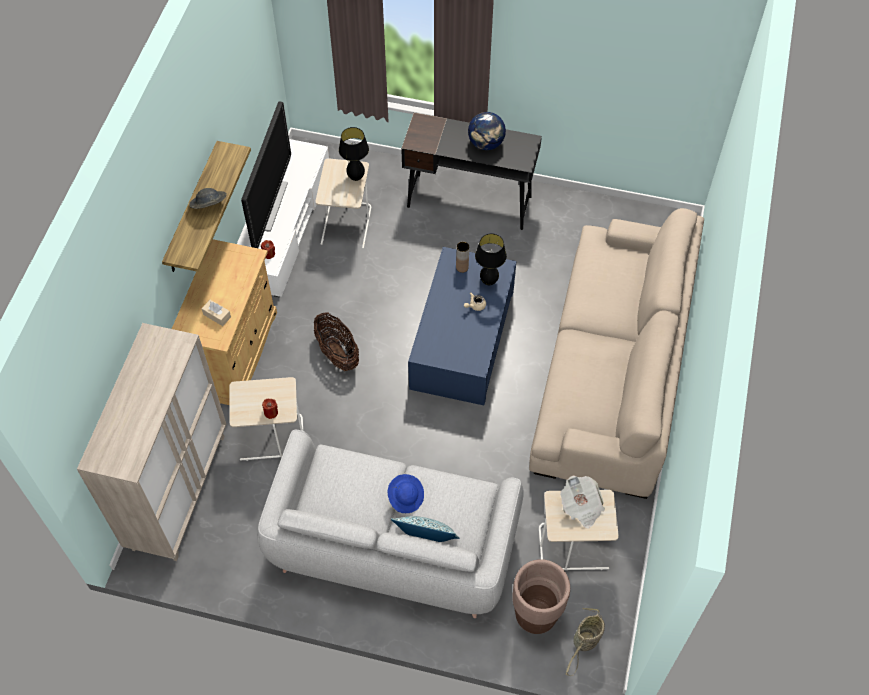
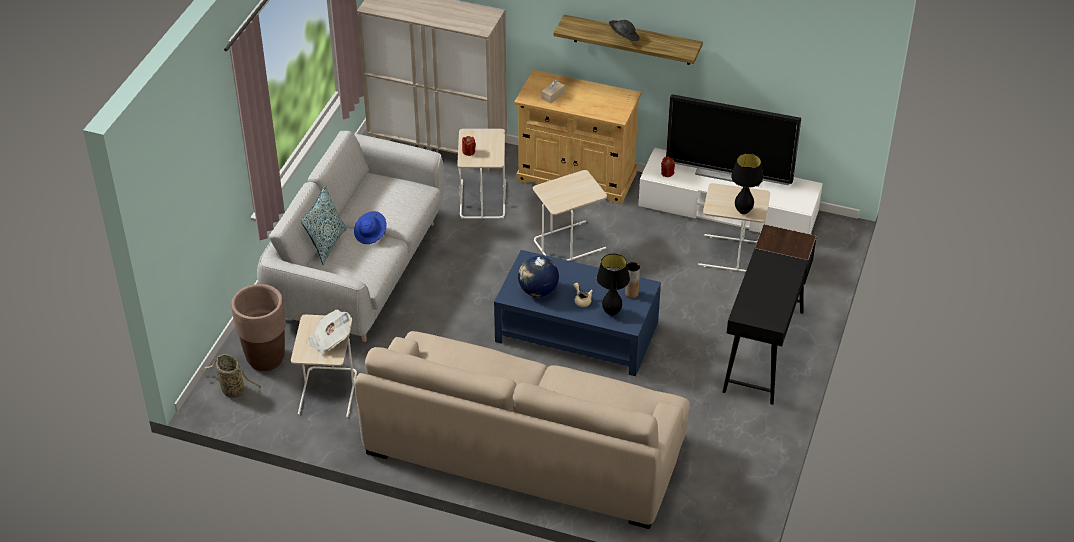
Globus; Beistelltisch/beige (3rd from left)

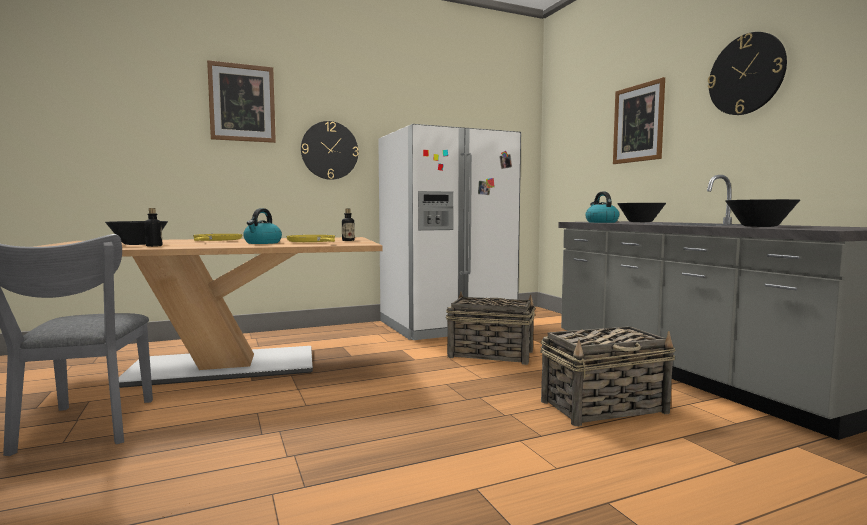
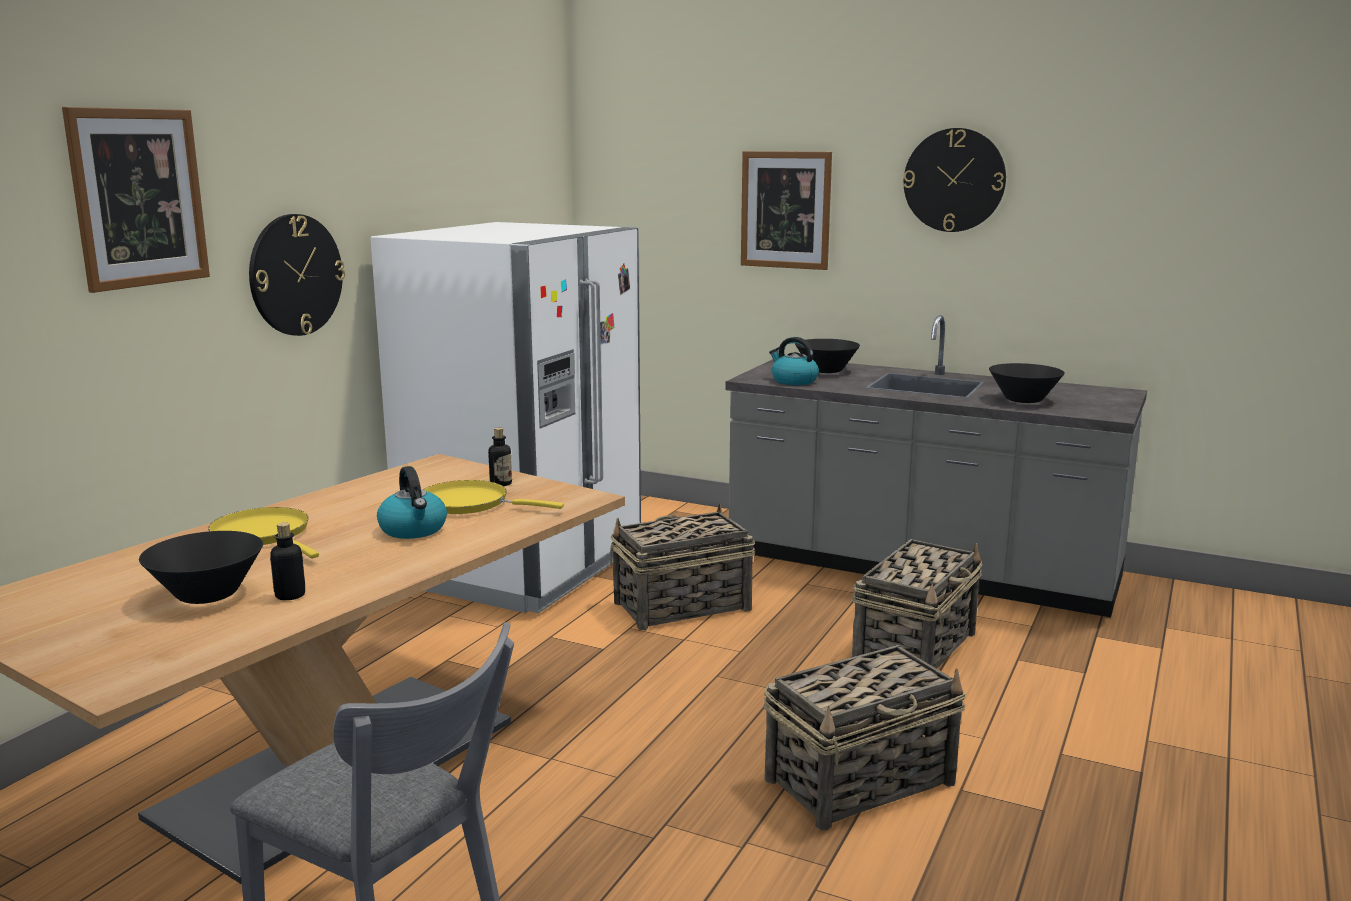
Korb (2nd from left)

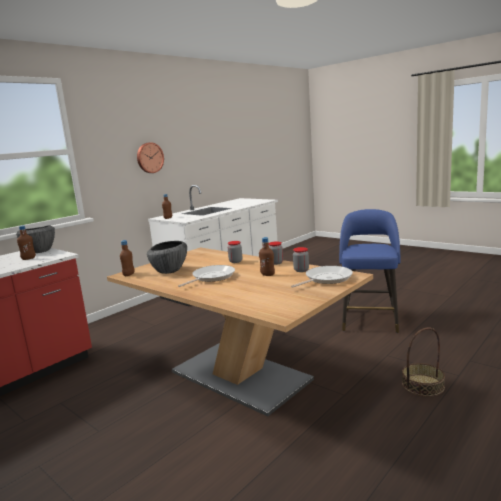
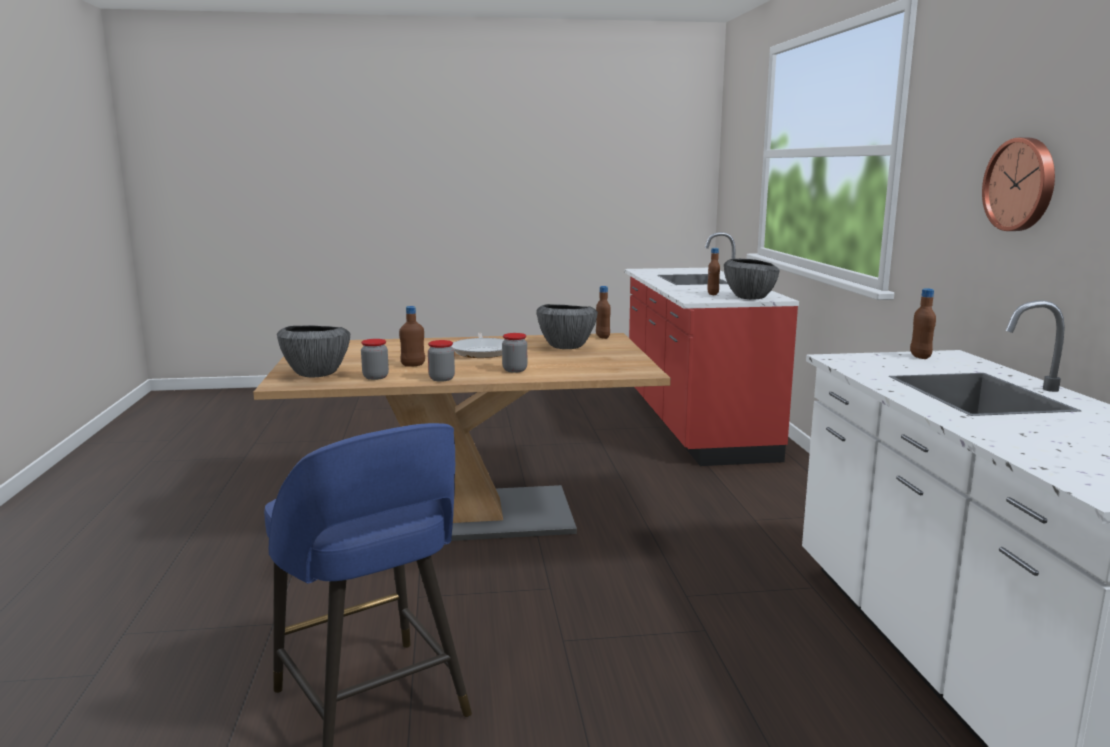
Schüssel (1st from left); Korb

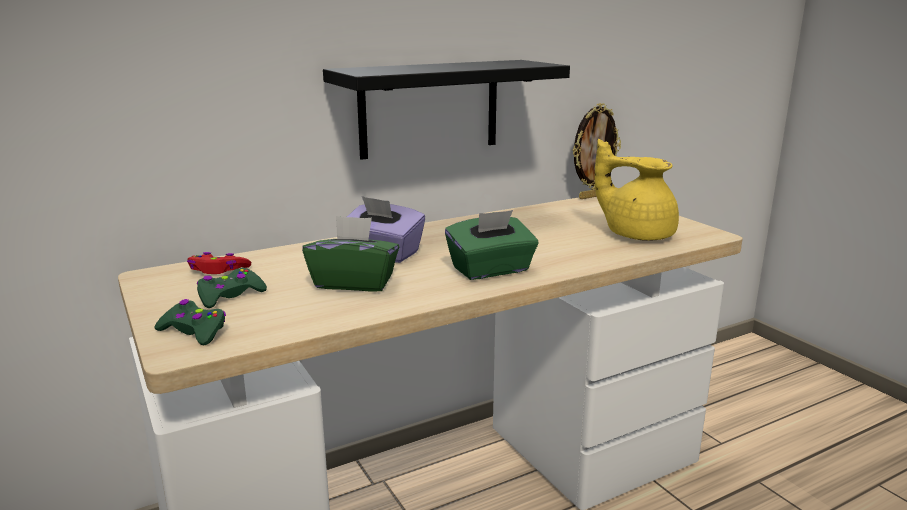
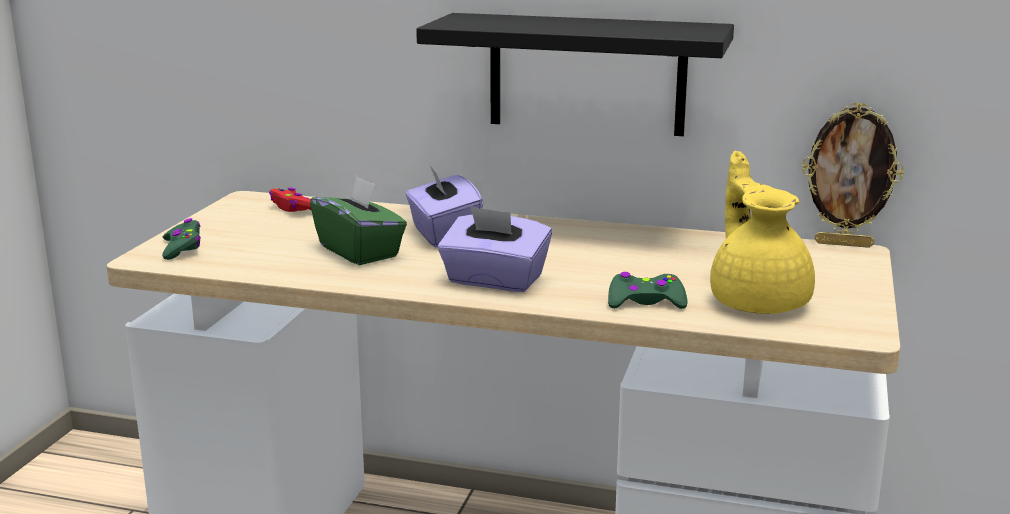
Taschentuchbox/lila (2nd from left); Gamepad/grün (2nd from left)

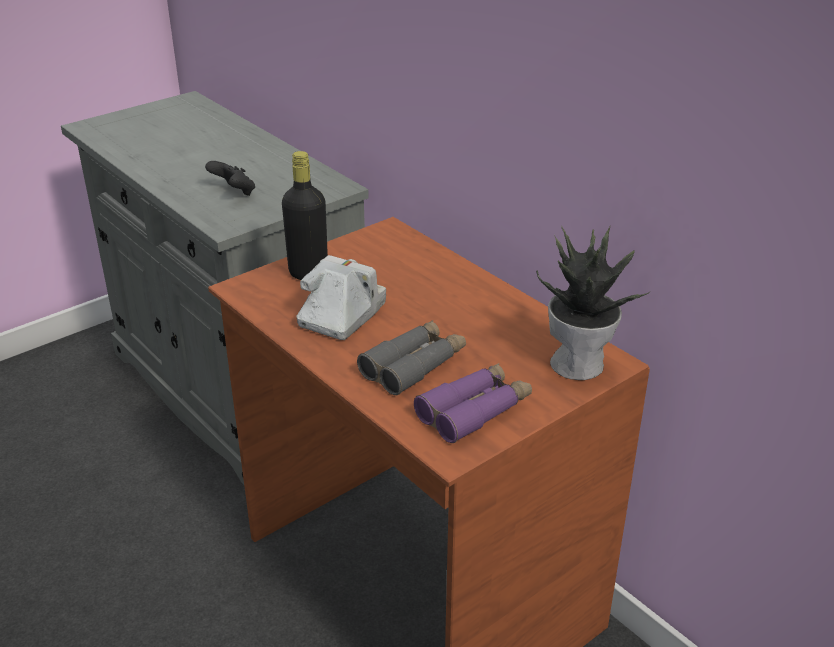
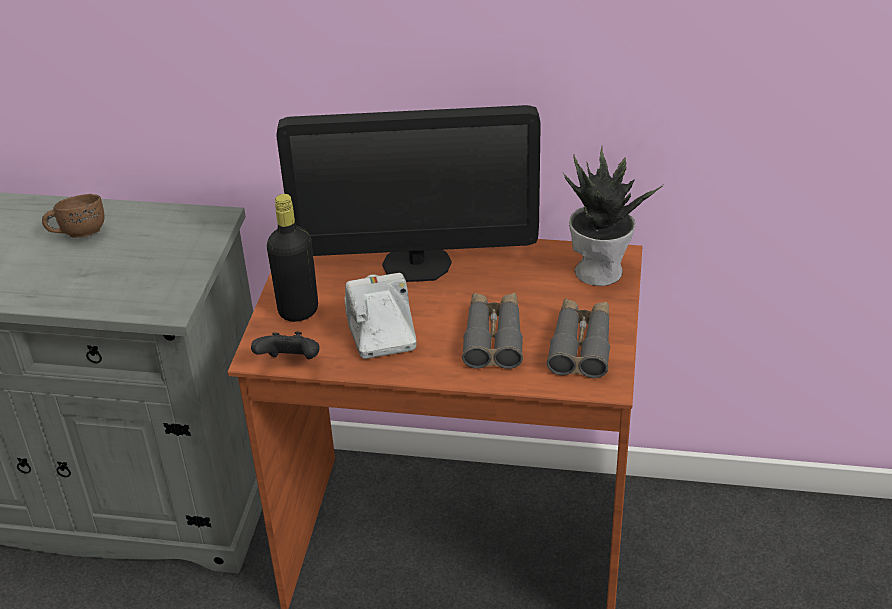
Gamepad/schwarz; Fernglas/grau (2nd from left); Monitor; Henkelbecher/braun

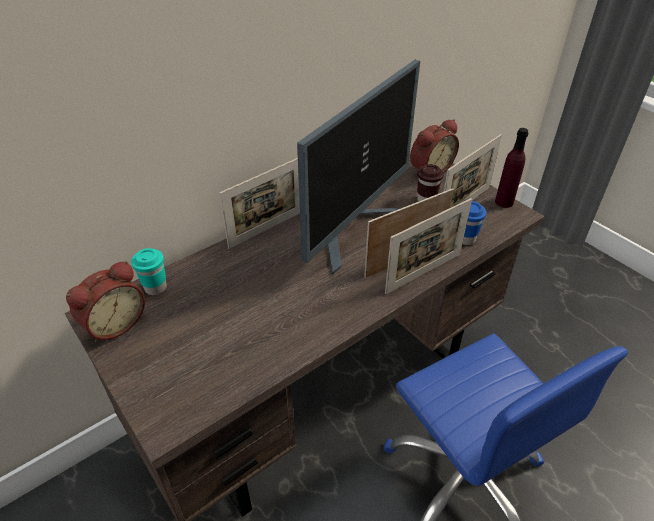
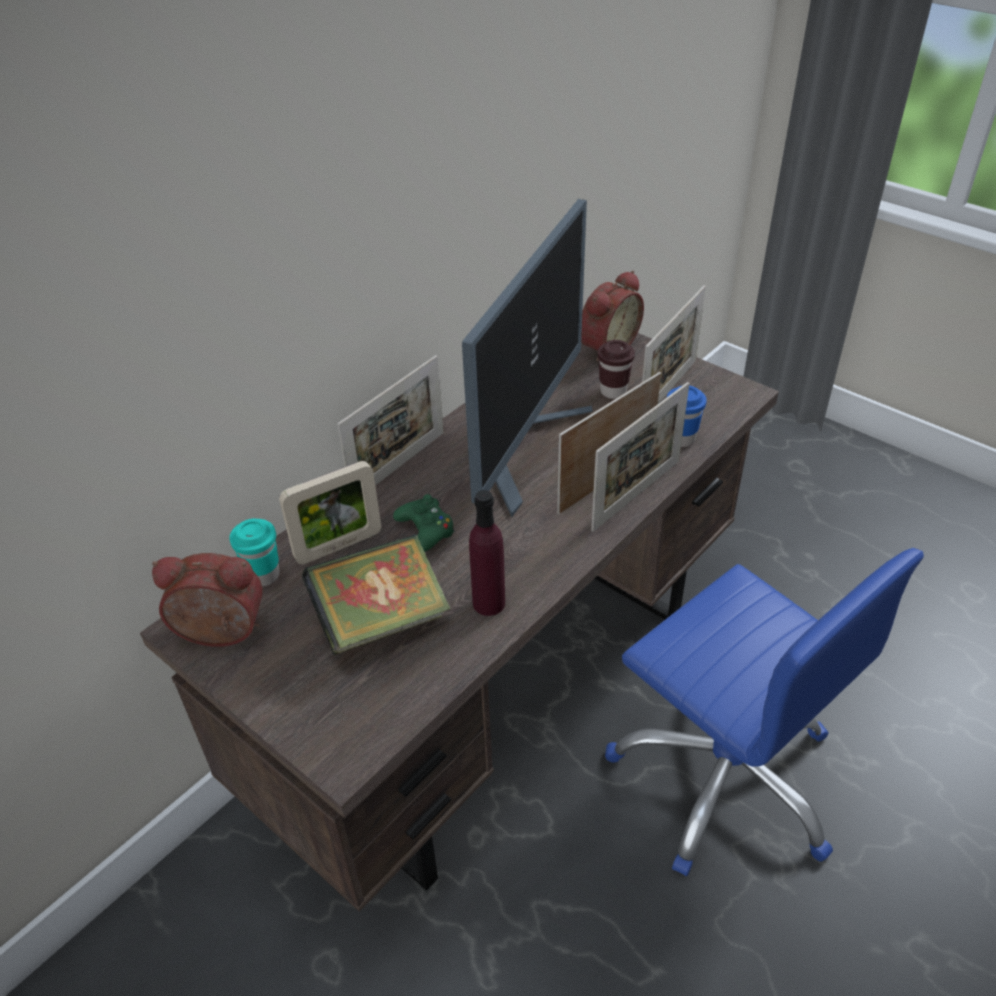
Flasche/lila; Wecker (1st from left); Bilderrahmen (1st from left); Gamepad/grün; Buch

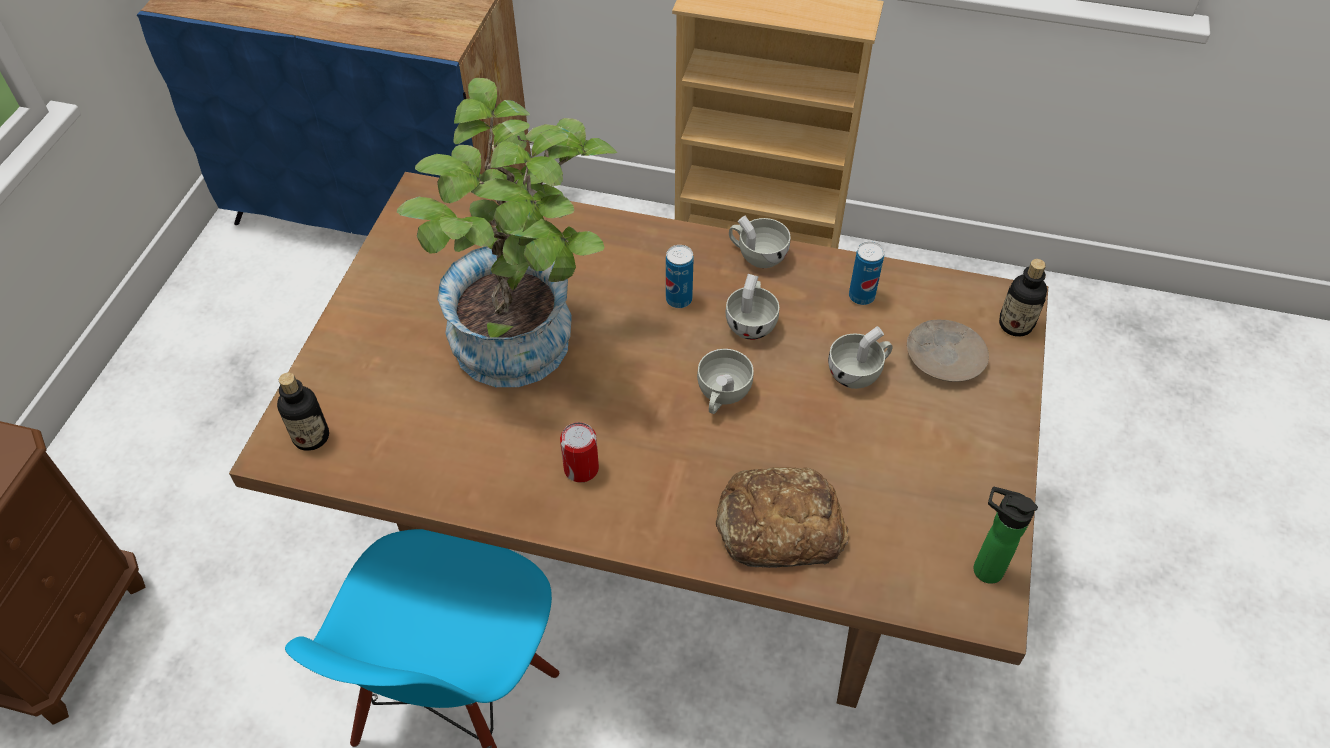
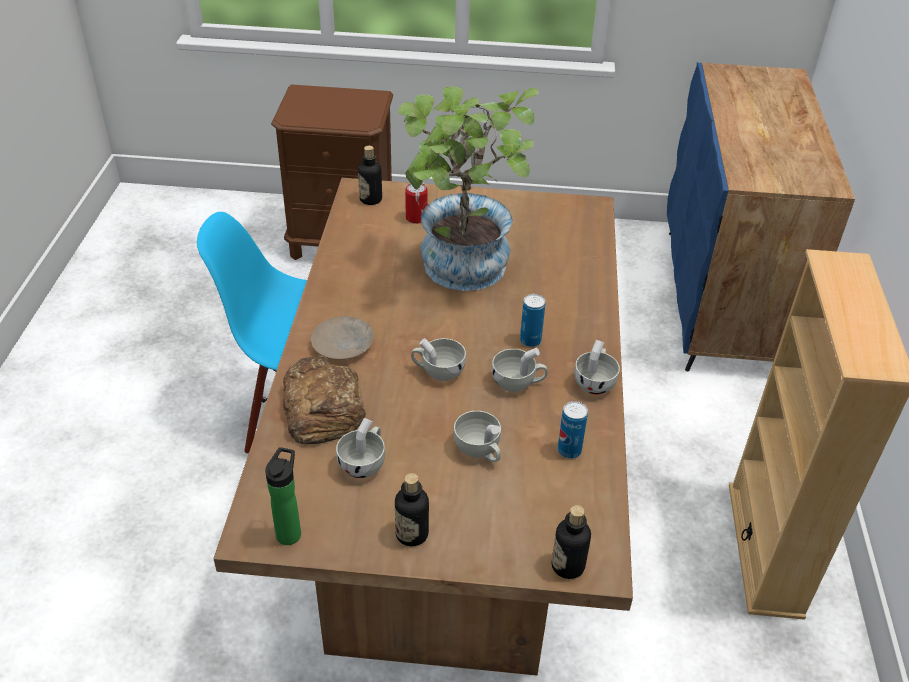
Teller/beige; Dose (1st from left); Tasse/weiß (1st from left); Flasche (3rd from left)

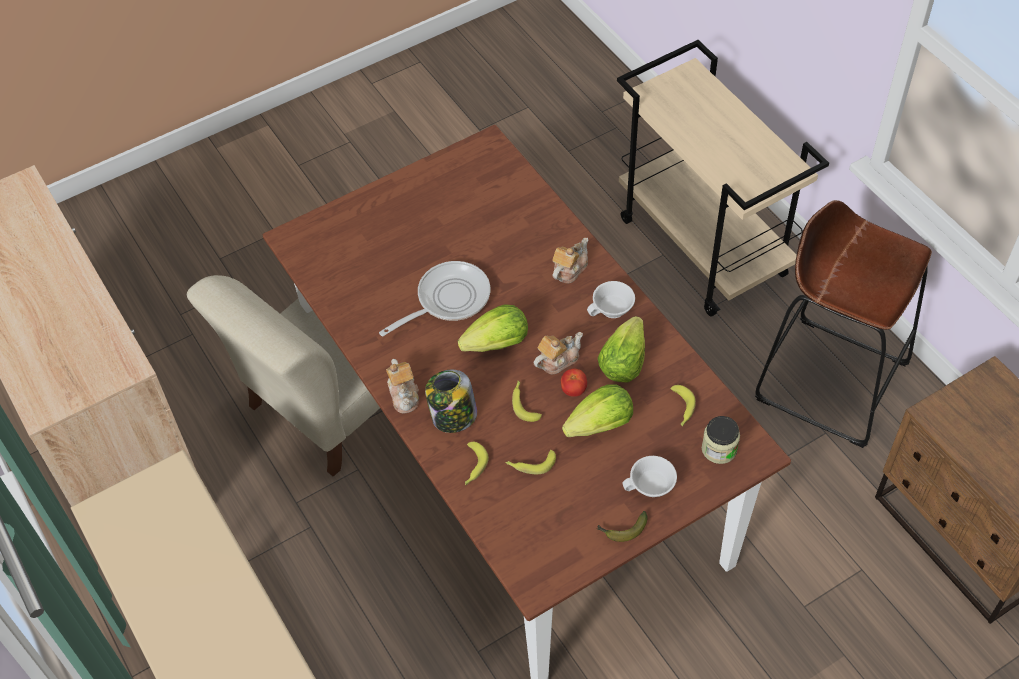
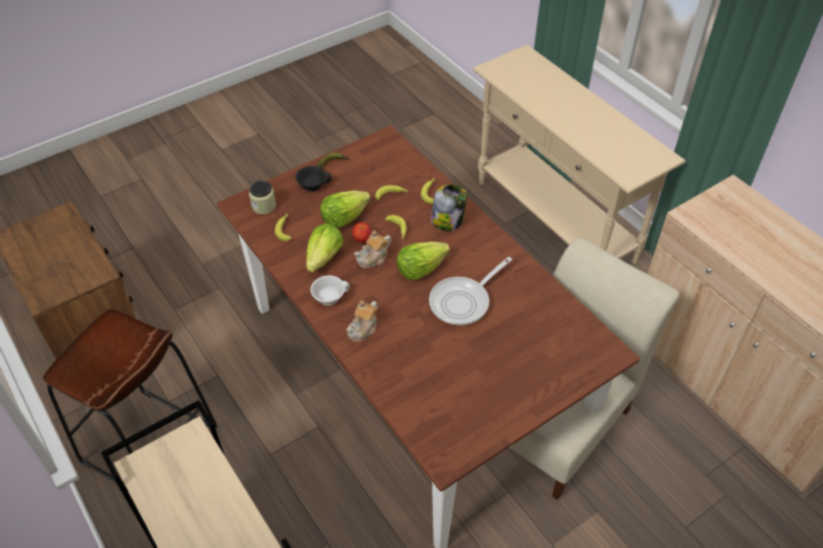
Teekanne (1st from left in the first image); Tasse/schwarz

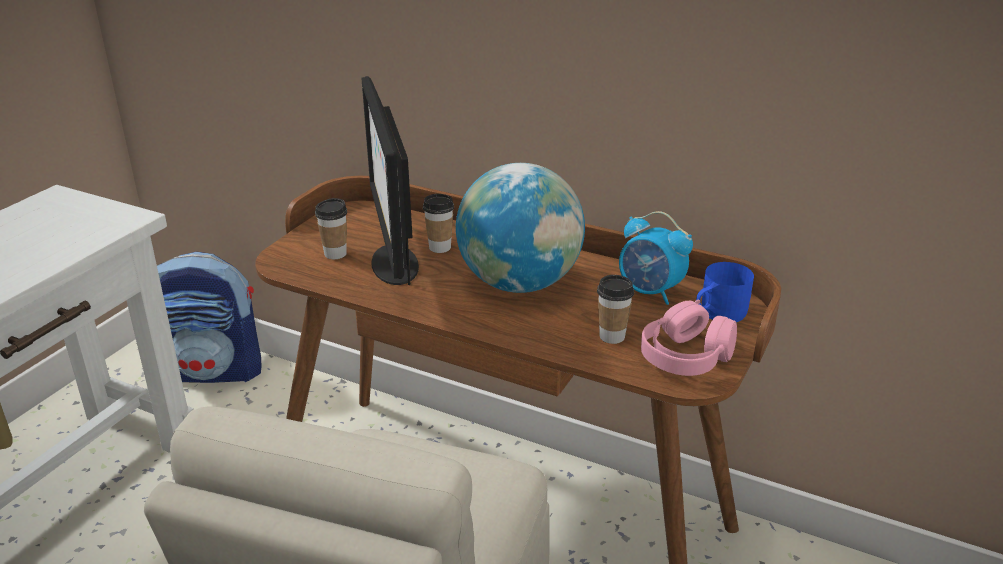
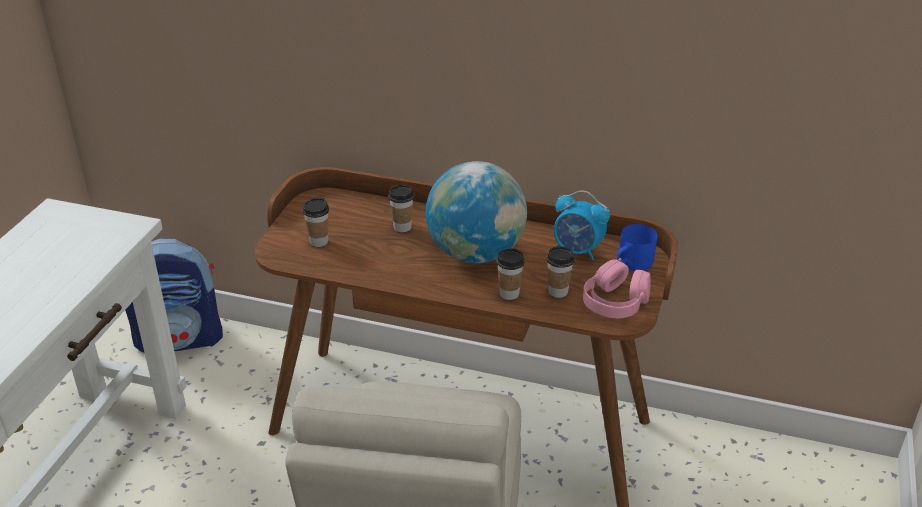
Monitor; Tasse (3rd from left)

